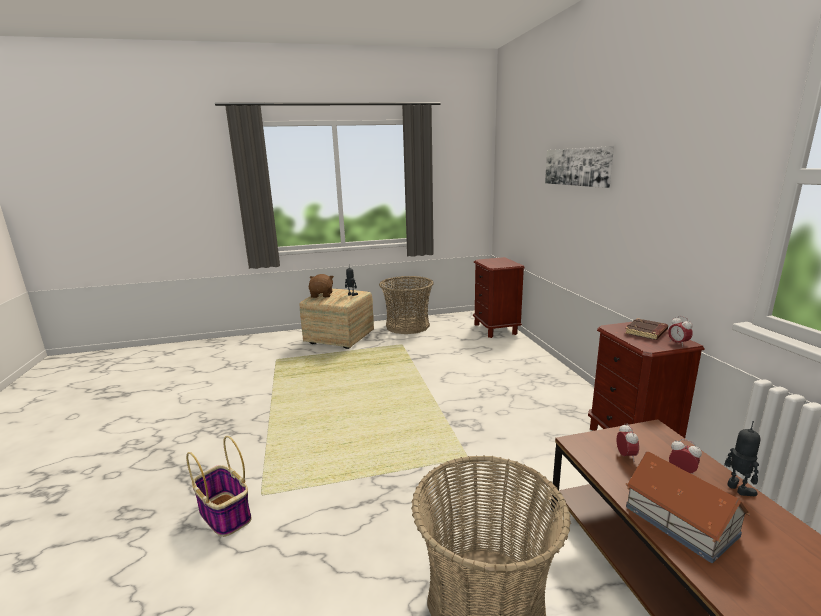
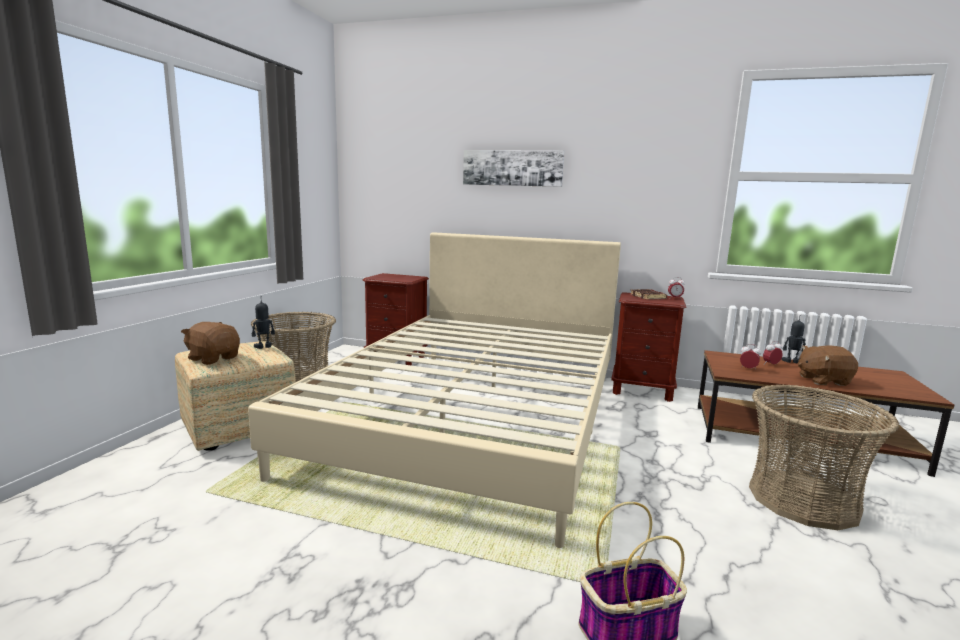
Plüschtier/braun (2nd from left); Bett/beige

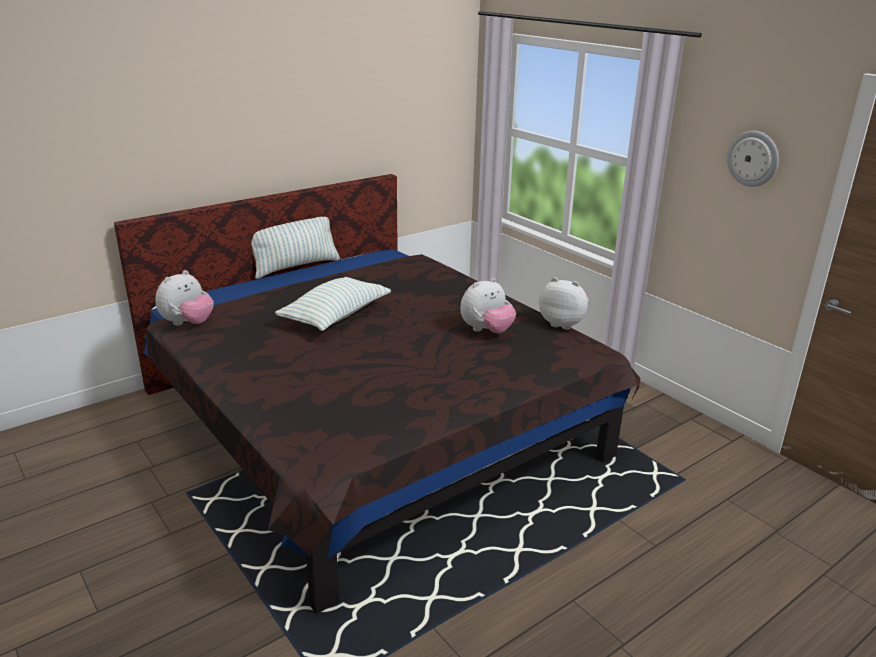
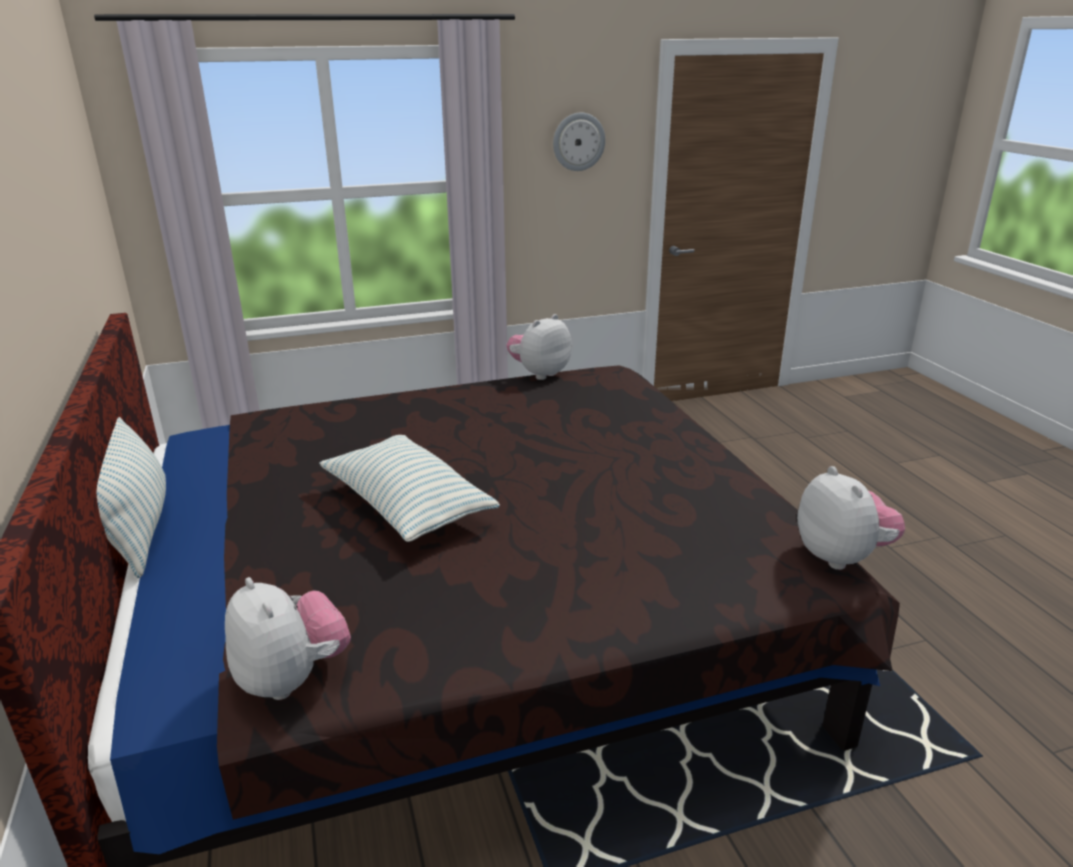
Plüschtier (3rd from left)

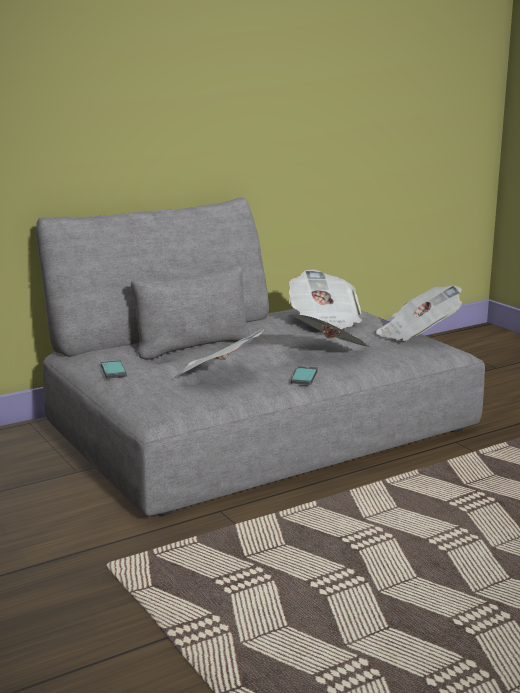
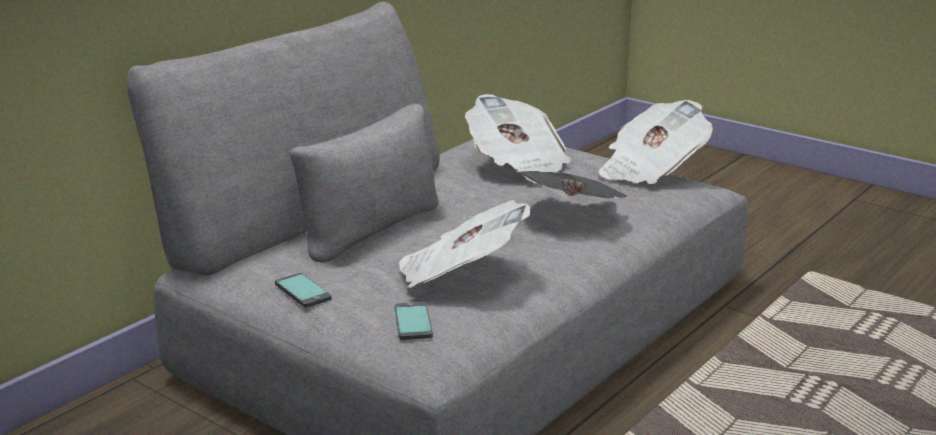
Handy (2nd from left)

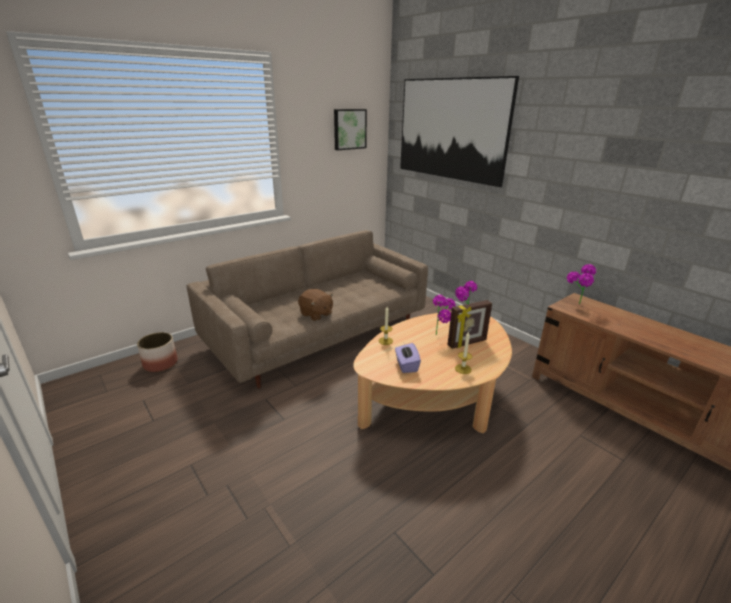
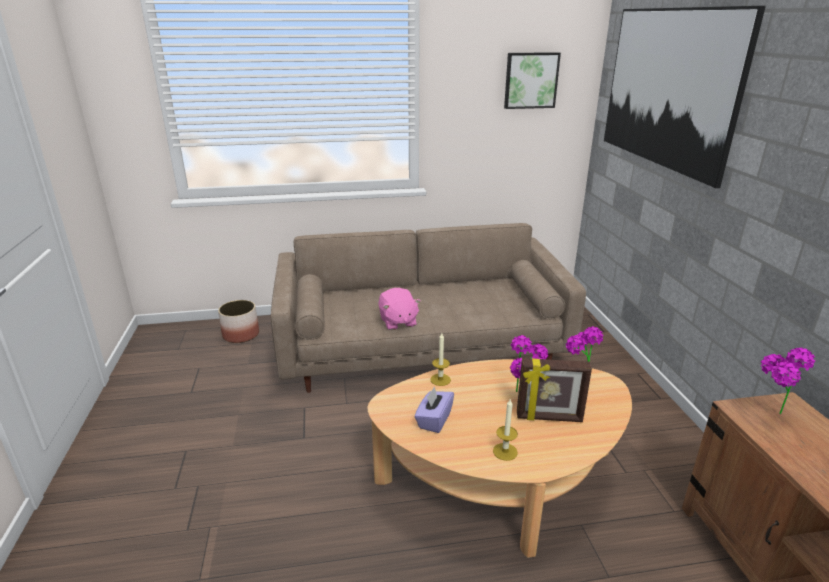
Plüschtier/rosa

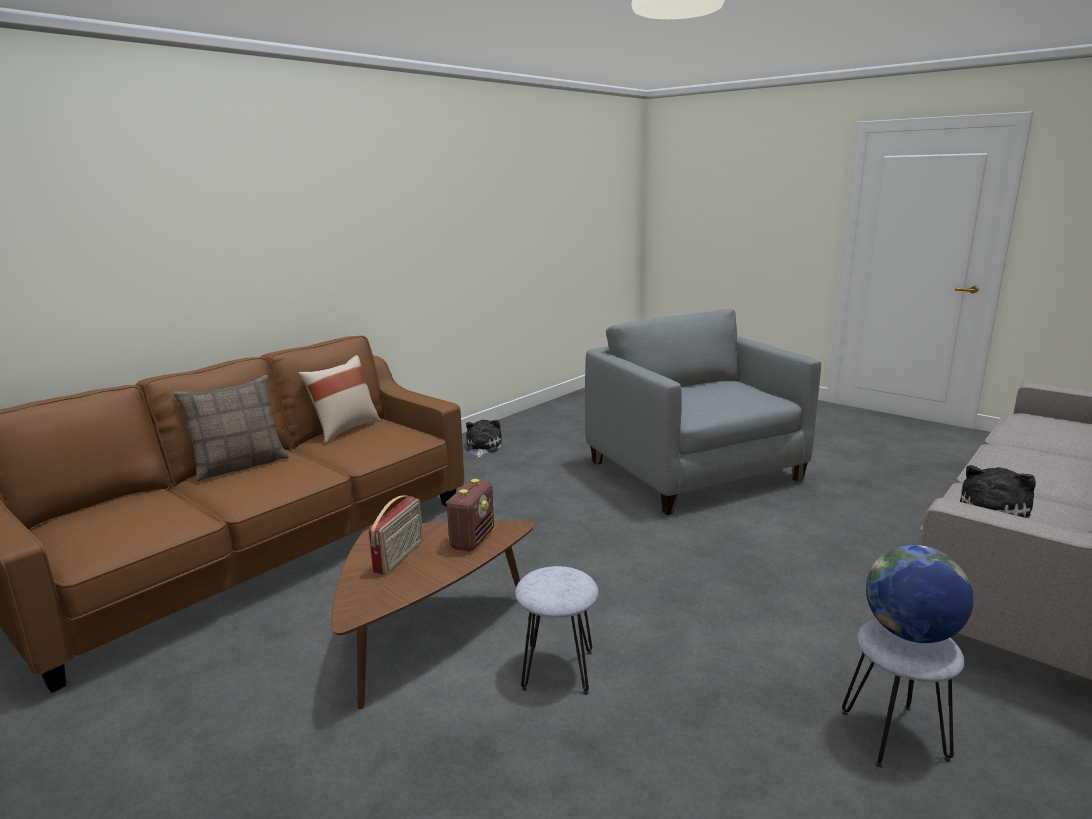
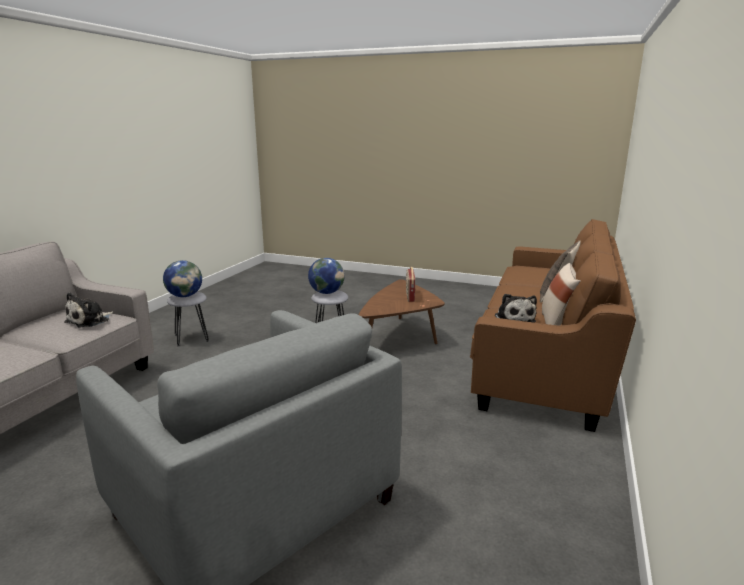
Plüschtier (2nd from left); Radio (2nd from left in the first image); Globus (2nd from left)

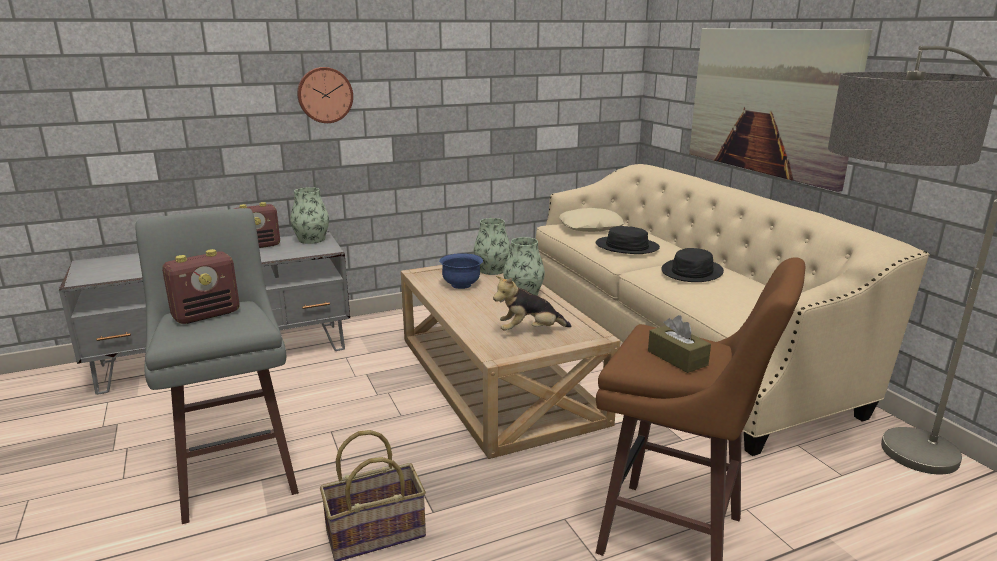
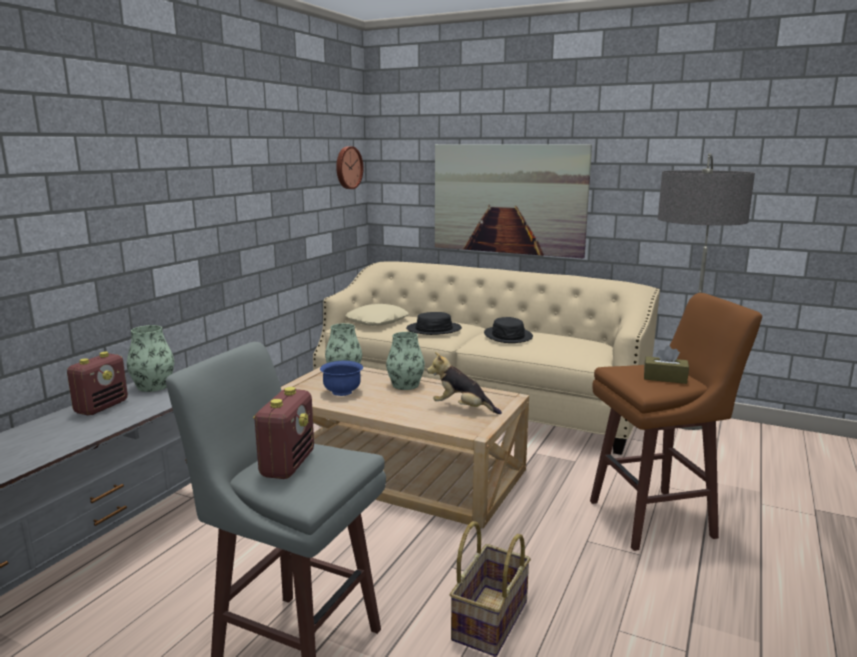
Wanduhr; Plüschtier

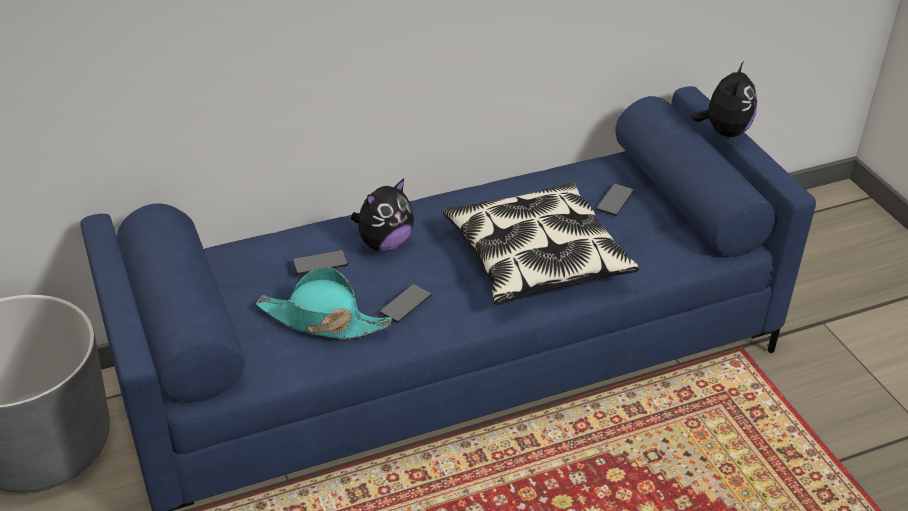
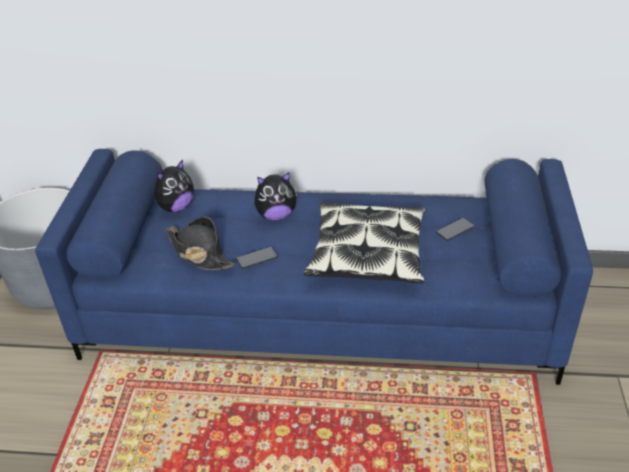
Plüschtier (1st from left); Handy (1st from left in the first image); Hut/schwarz

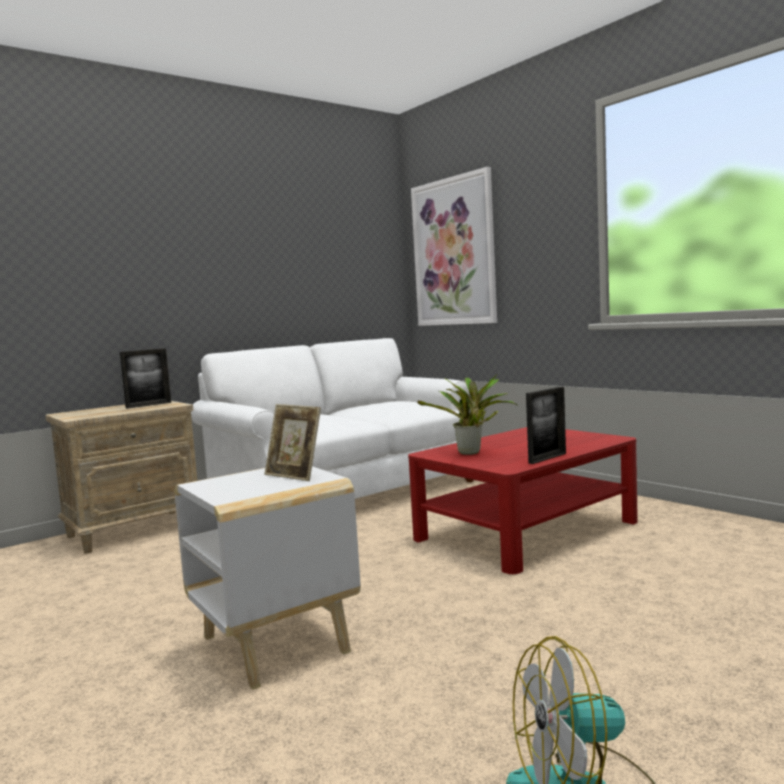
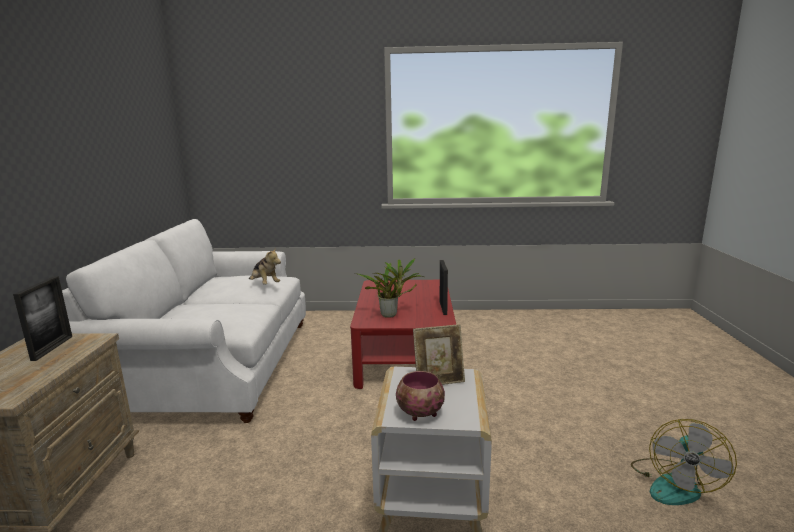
Bild; Plüschtier; Schüssel

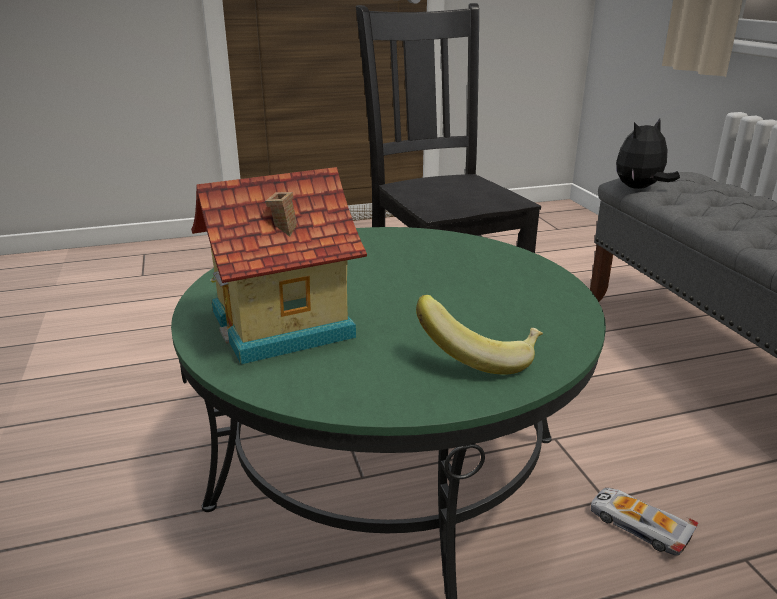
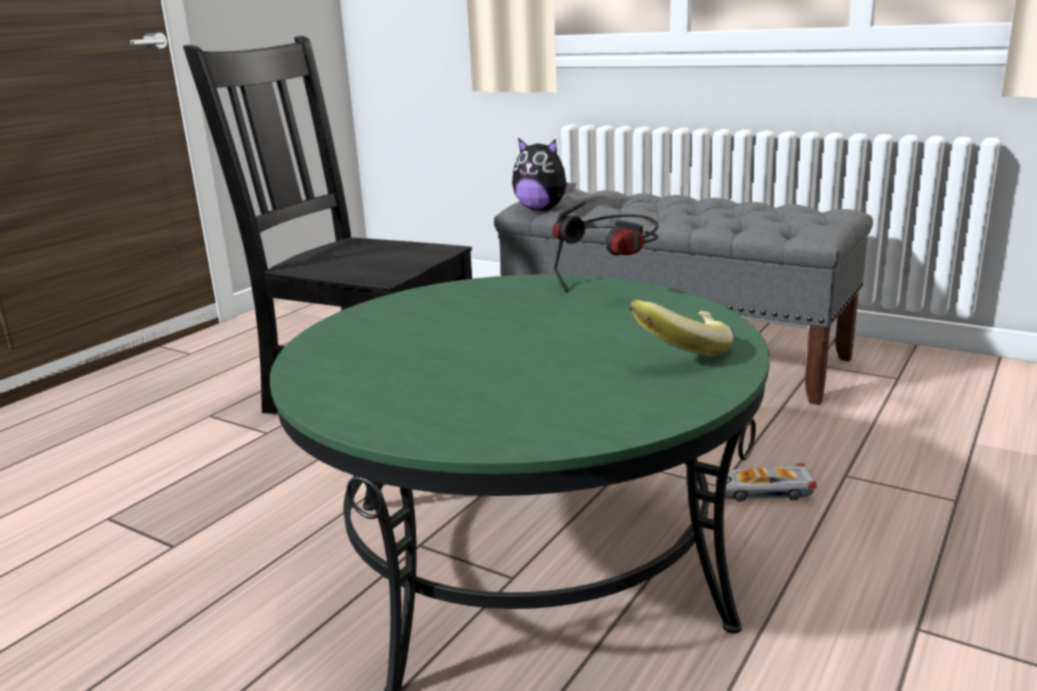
Plüschtier; Spielzeughaus; Kopfhörer

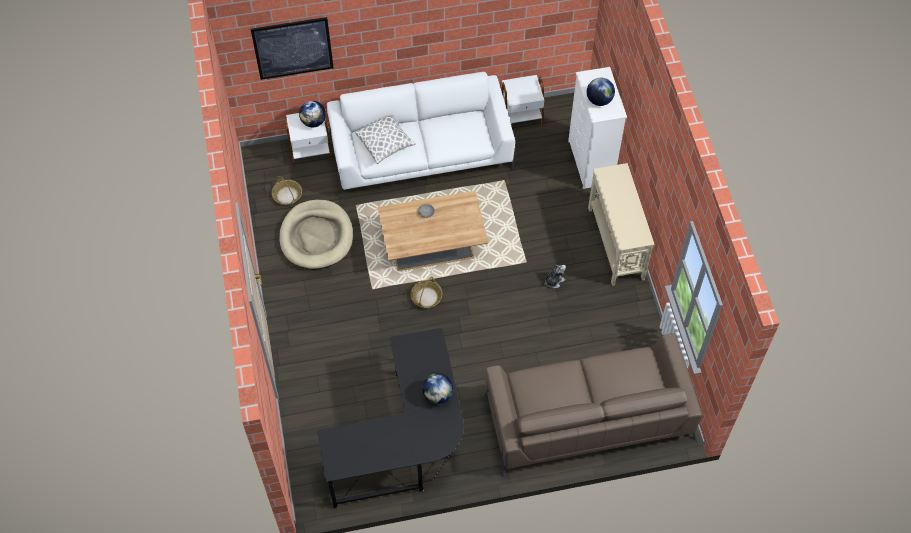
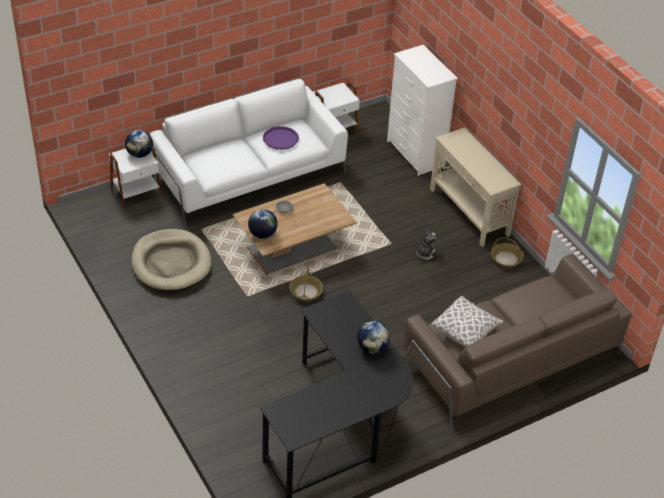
Bild; Globus (2nd from left); Kissen; Korb (2nd from left); Tablett/lila

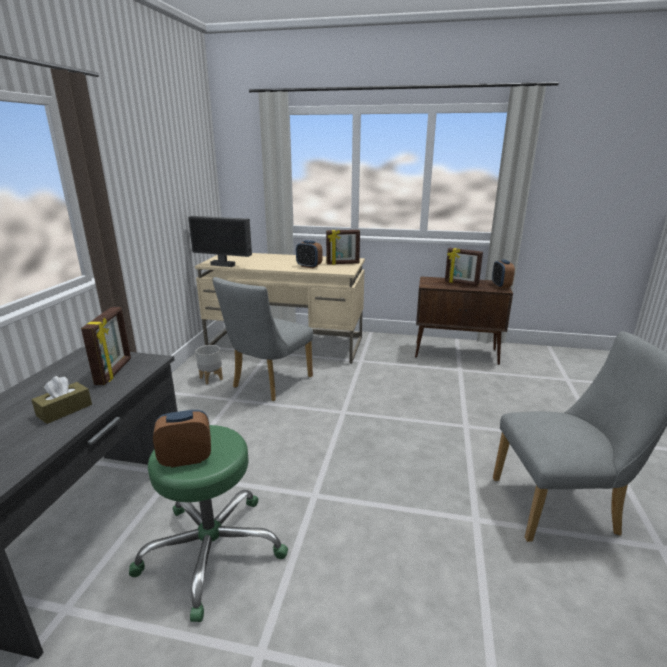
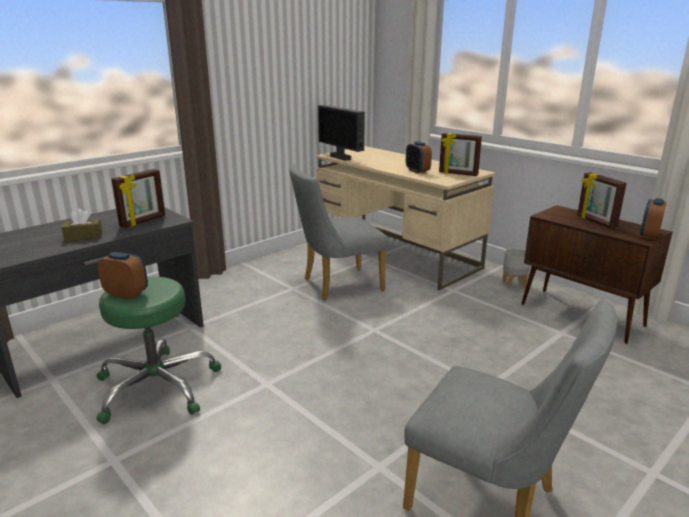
Pflanzkübel/grau

